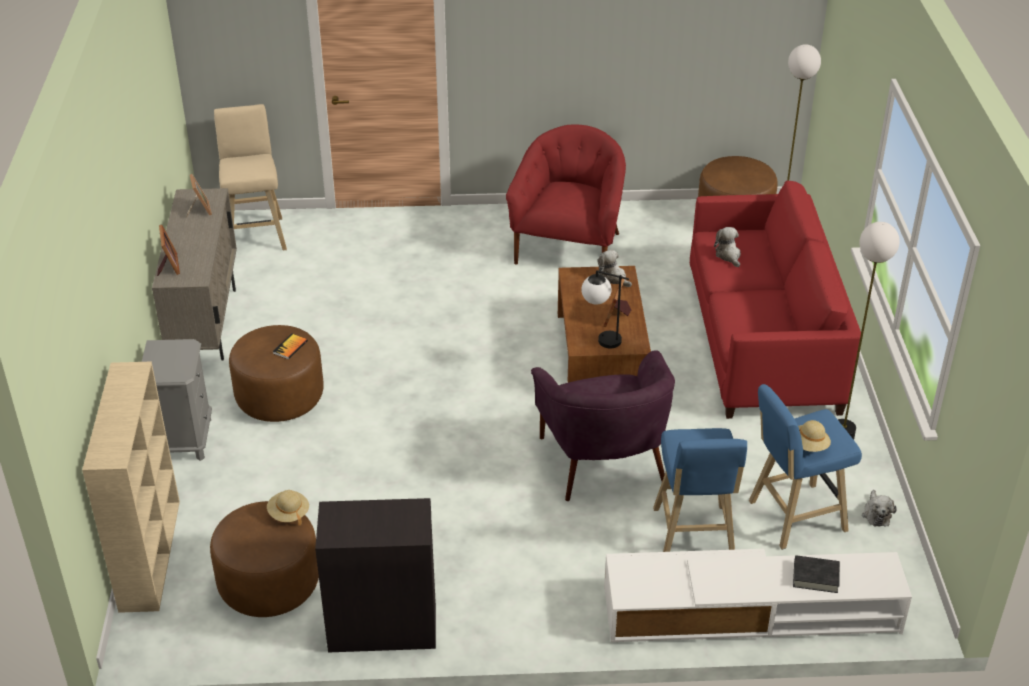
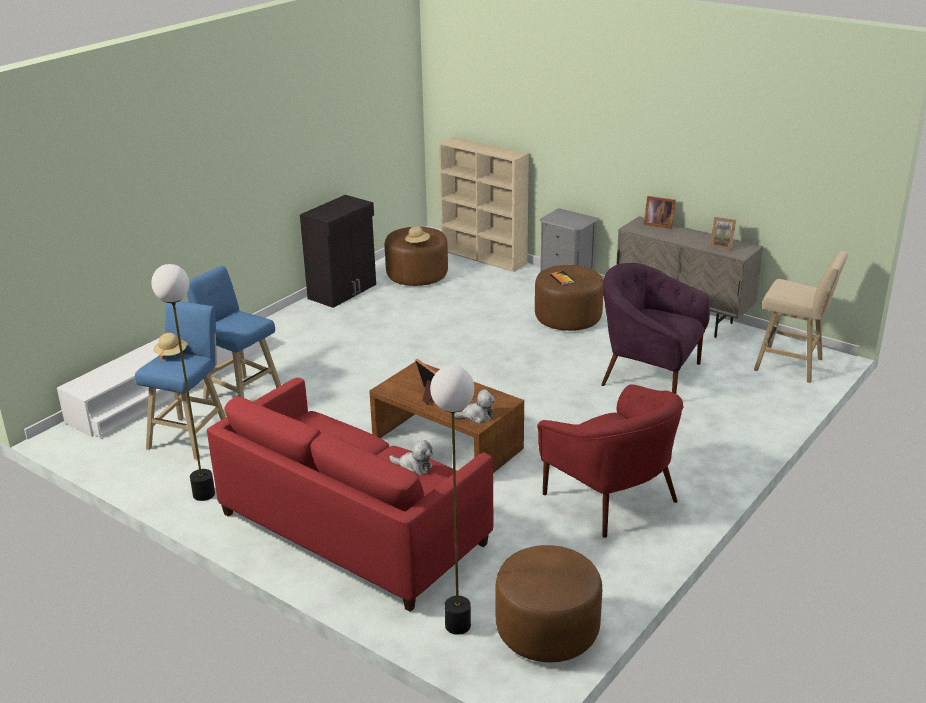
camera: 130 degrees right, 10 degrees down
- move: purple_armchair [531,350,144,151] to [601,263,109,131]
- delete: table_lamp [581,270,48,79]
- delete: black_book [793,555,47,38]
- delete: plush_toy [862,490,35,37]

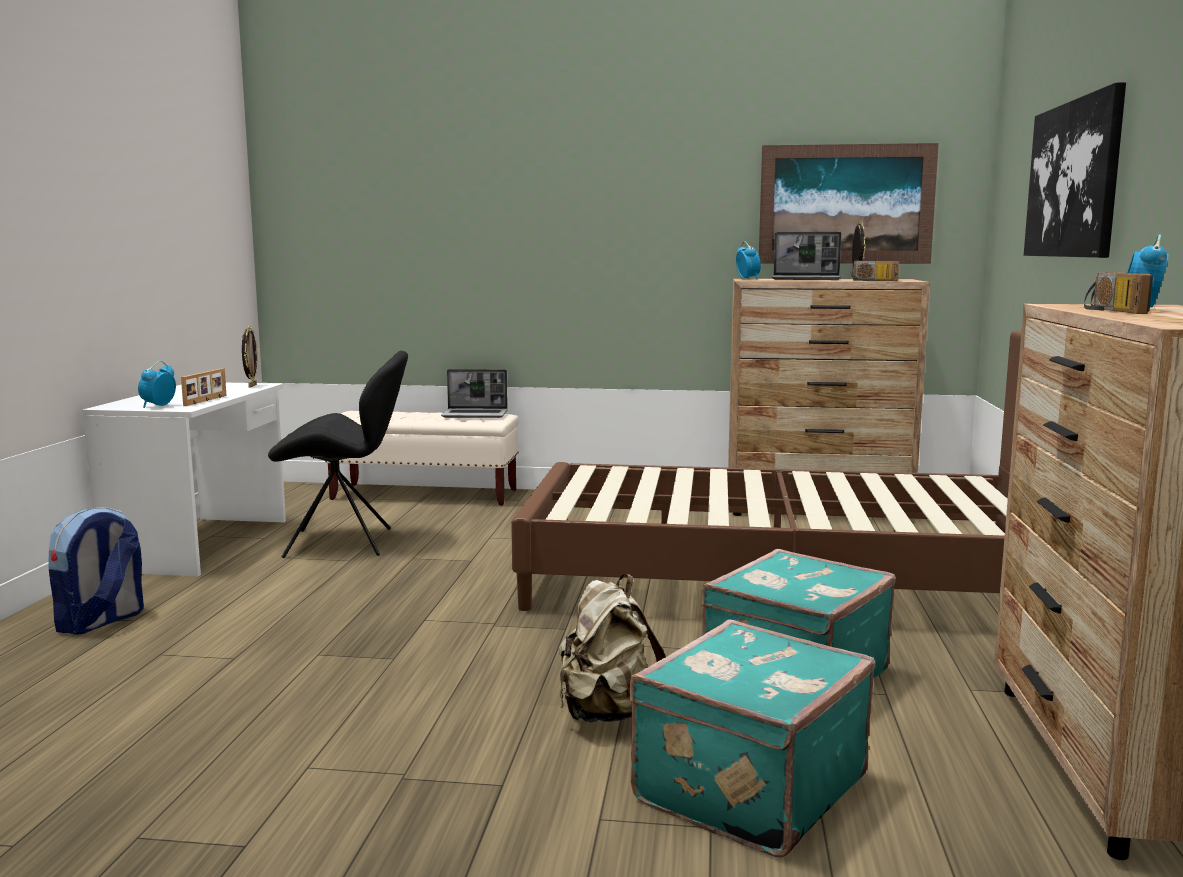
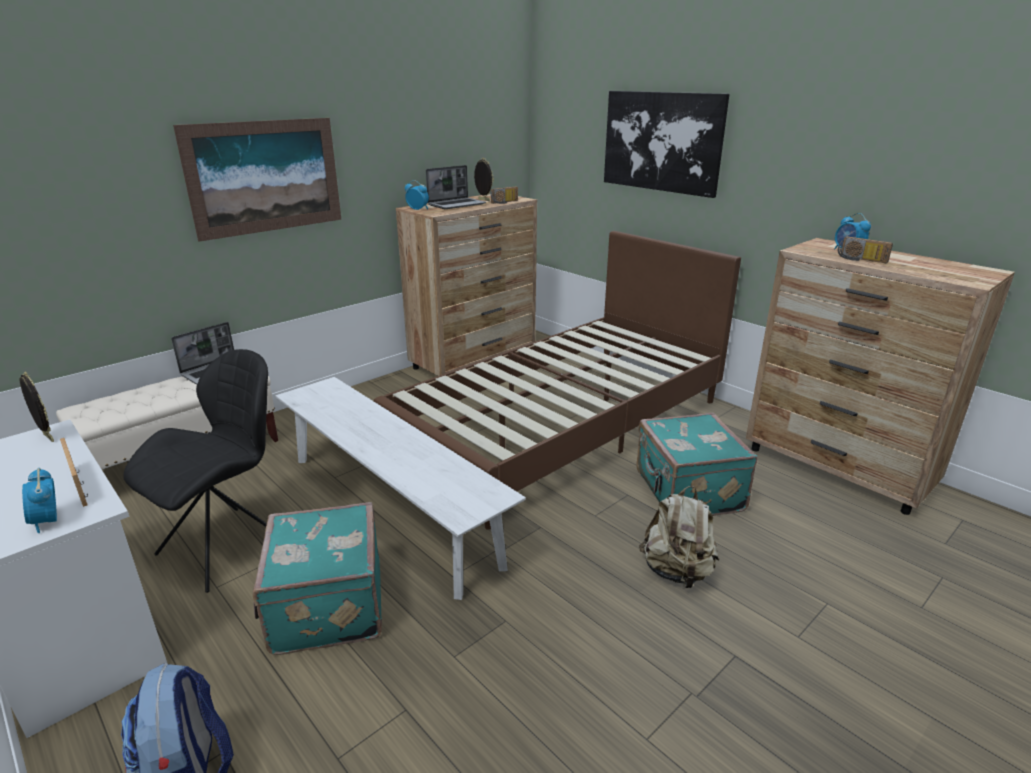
camera: 50 degrees left, 15 degrees up
- move: picture [759,143,180,121] to [173,118,168,124]
- move: turquoise_suitcase [630,619,245,238] to [253,502,129,153]
- insert: white_bench [275,377,251,223]

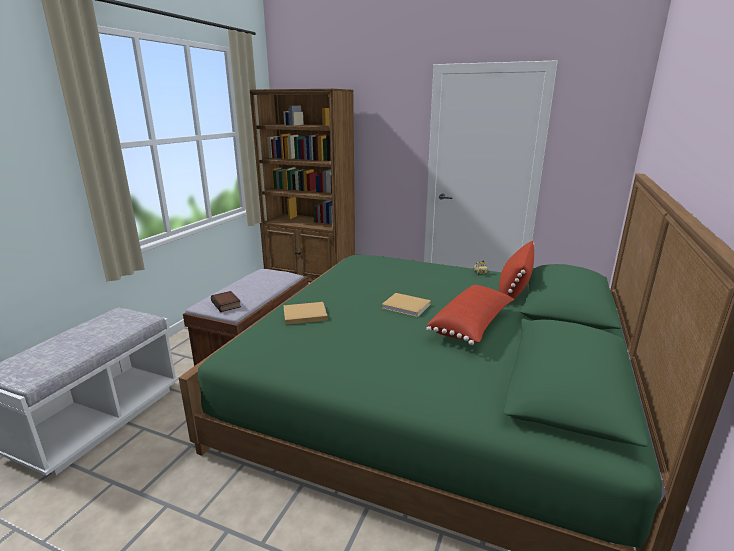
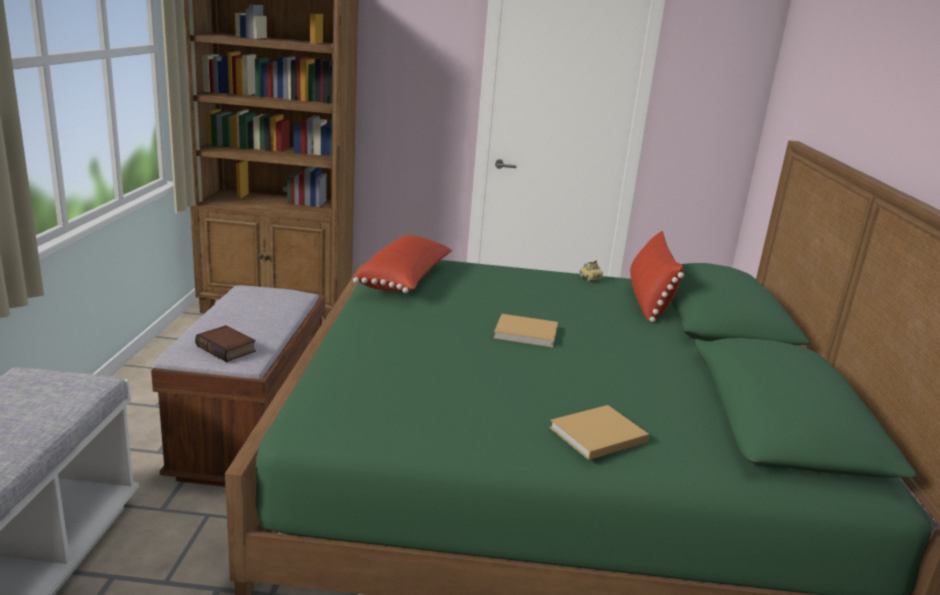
camera: 20 degrees left, 0 degrees up
- move: red_pillow [426,285,88,60] to [353,235,99,58]
- move: beige_book [283,302,45,23] to [549,405,100,55]

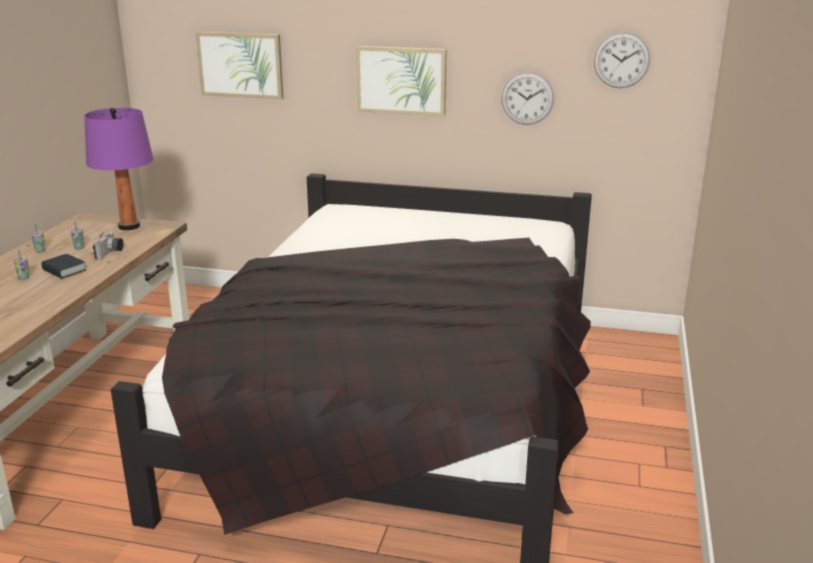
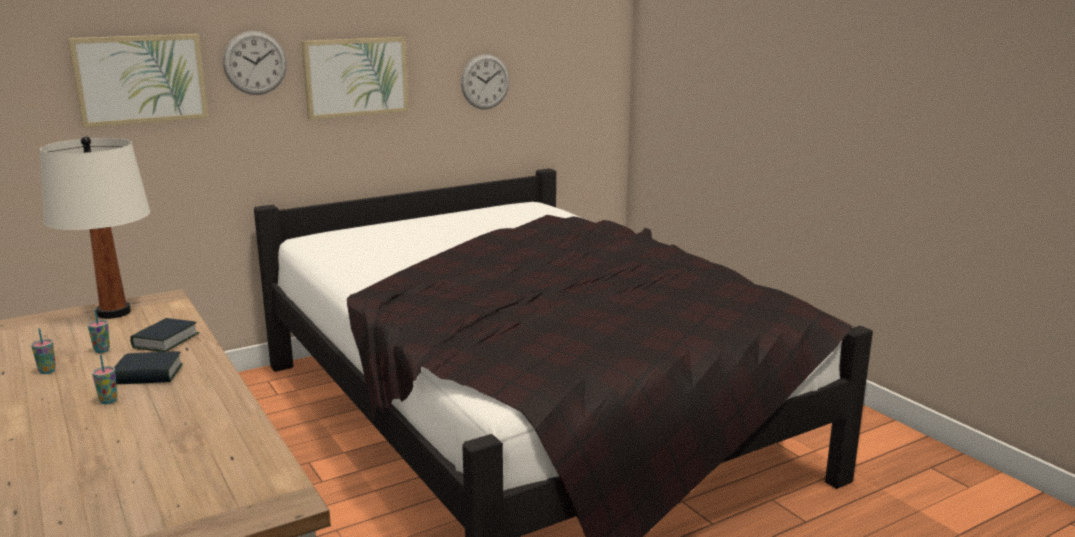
camera: 45 degrees left, 5 degrees down
- recolor: purple_table_lamp [84,108,69,122] to white_table_lamp [40,136,110,183]
- replace: photo_camera [93,232,31,27] to book [130,318,69,34]
- move: wall_clock [594,32,56,56] to [223,31,64,64]

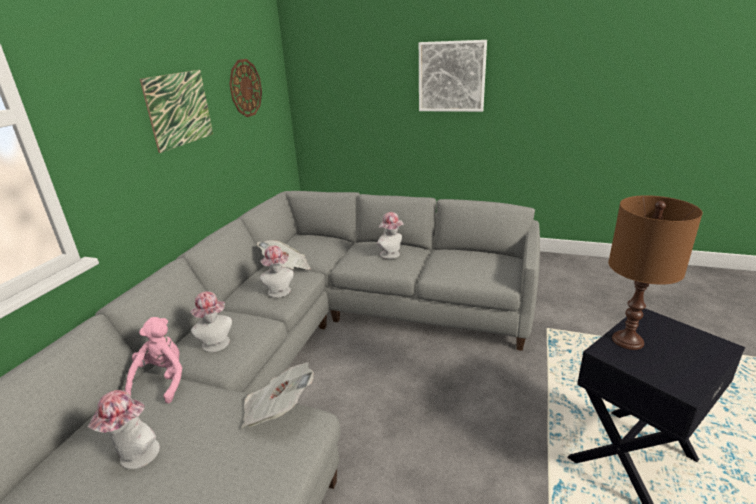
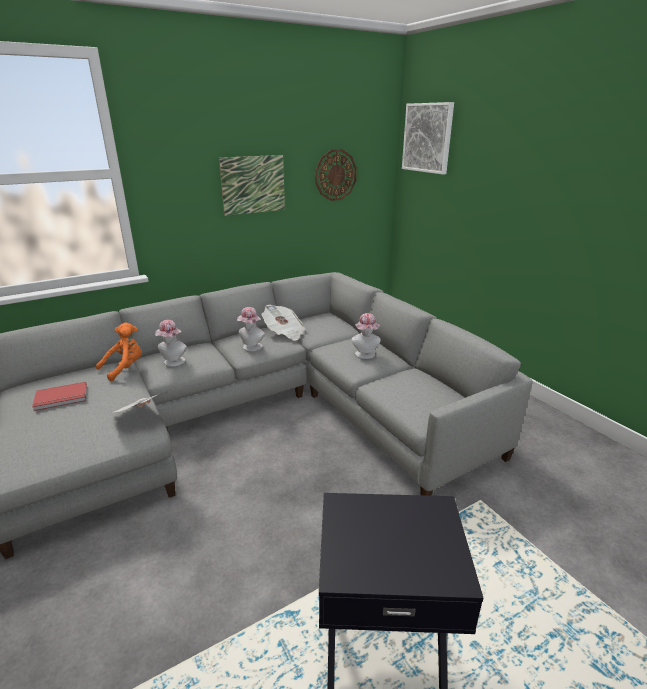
camera: 40 degrees right, 0 degrees up
- replace: hat [88,390,72,79] to red_book [32,382,55,29]
- recolor: pink_plush_toy [125,317,57,86] to orange_plush_toy [96,323,46,58]
- move: picture [419,40,68,72] to [402,102,52,73]
- delete: brown_table_lamp [608,195,95,155]

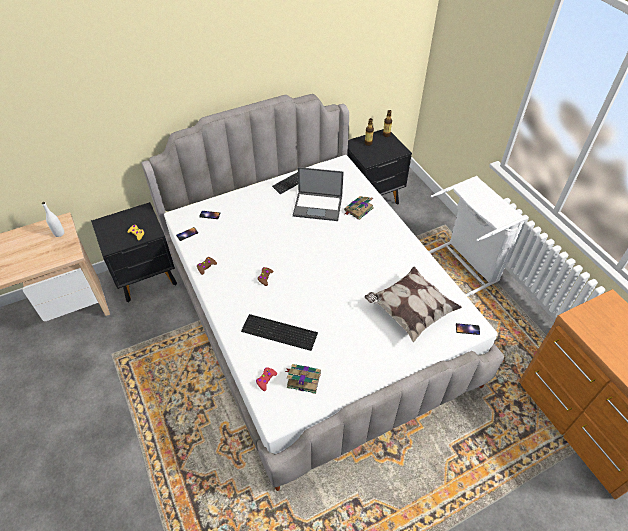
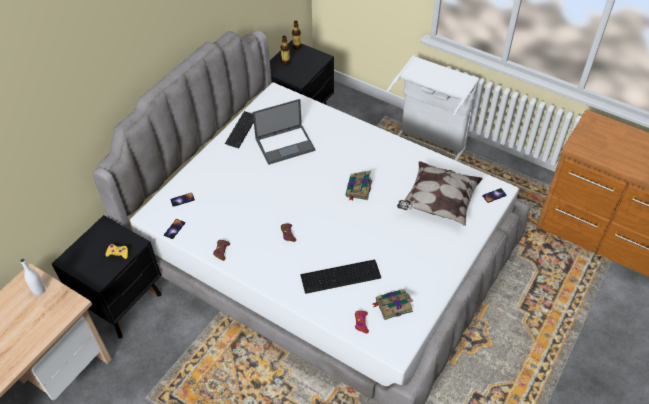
camera: 30 degrees left, 0 degrees up
- move: book [344,196,29,24] to [345,171,27,30]

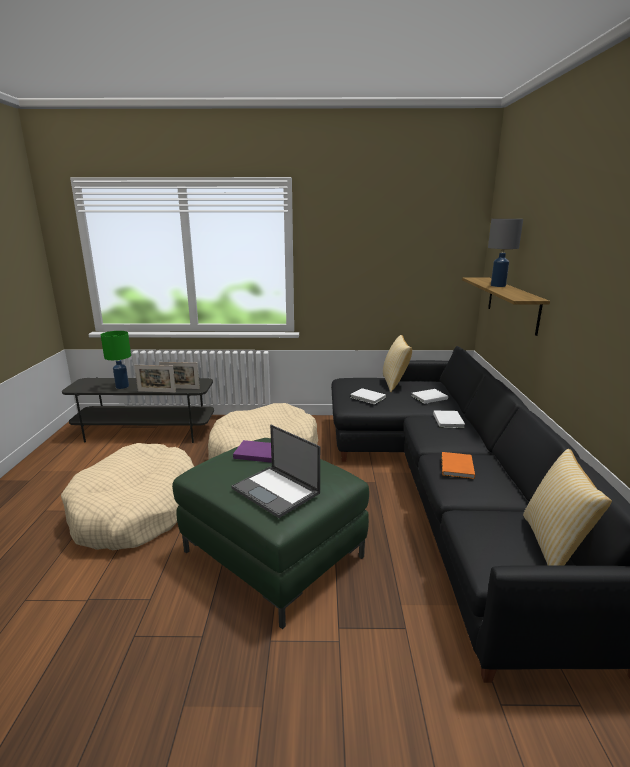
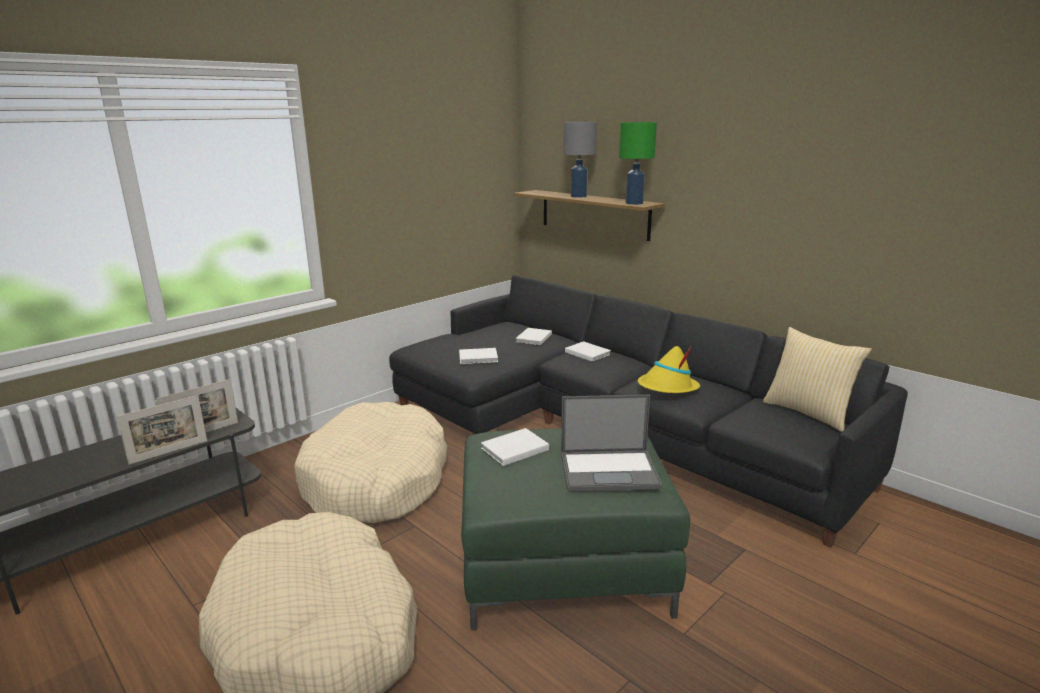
camera: 45 degrees left, 0 degrees up
- recolor: purple_book [233,440,39,23] to white_book [481,428,68,38]
- move: green_table_lamp [101,331,30,58] to [619,122,38,83]
- replace: orange_book [441,452,34,27] to yellow_hat [638,346,62,47]
- delete: pillow [383,335,29,57]

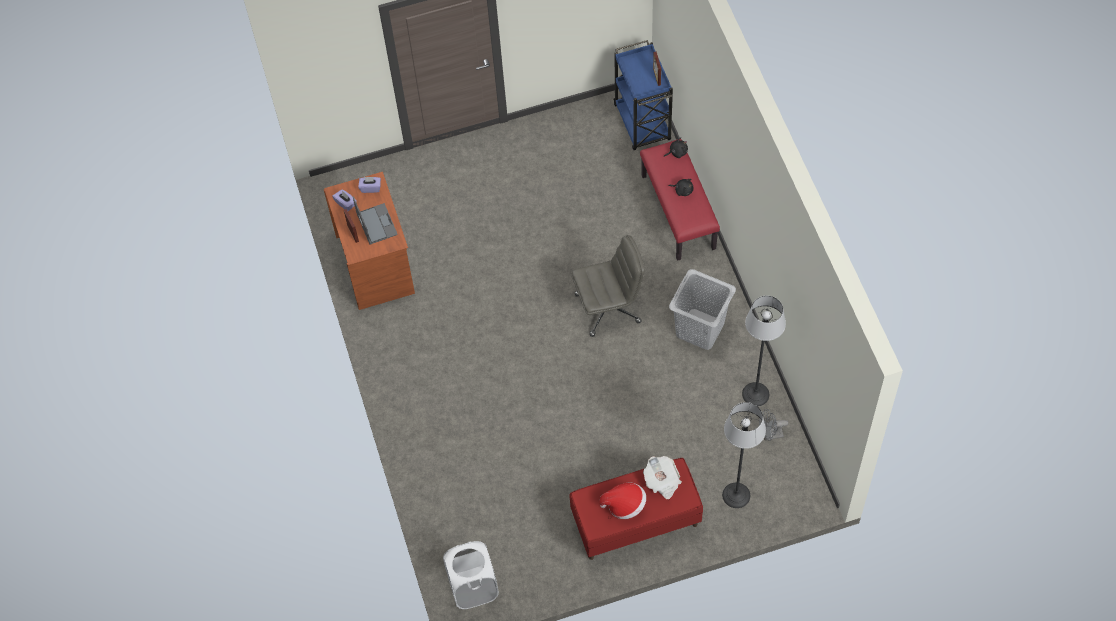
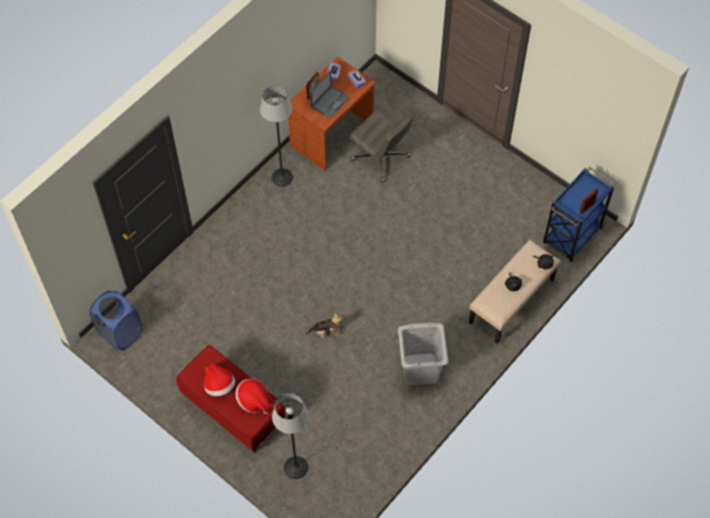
camera: 55 degrees right, 0 degrees up
- recolor: white_laundry_basket [443,541,56,68] to blue_laundry_basket [90,291,52,59]
- replace: newspaper [643,456,39,43] to hat [235,379,35,35]
- move: floor_lamp [742,296,44,110] to [260,85,33,102]
- insert: plush_toy [306,313,38,25]
- move: grey_office_chair [572,235,72,102] to [350,110,63,72]
- recolor: red_bench [640,139,80,122] to beige_bench [469,240,92,104]
- delete: grey_fan [759,409,29,32]

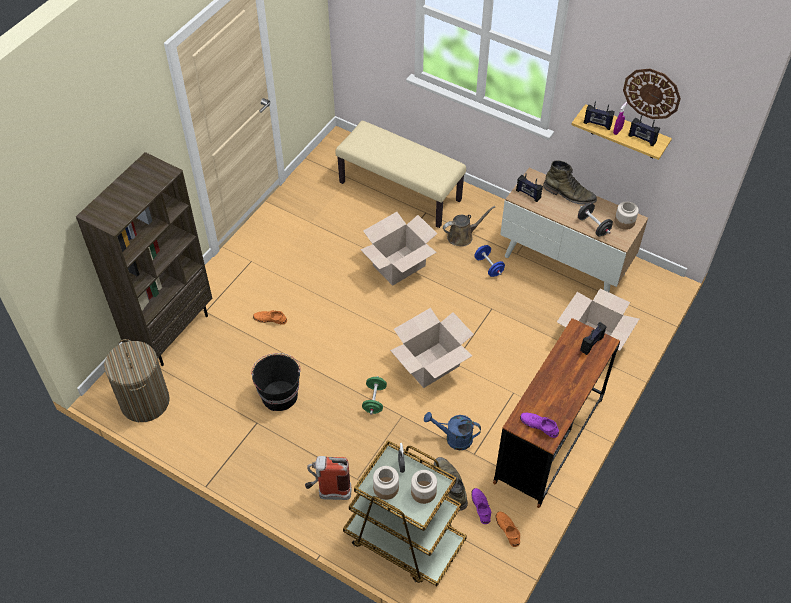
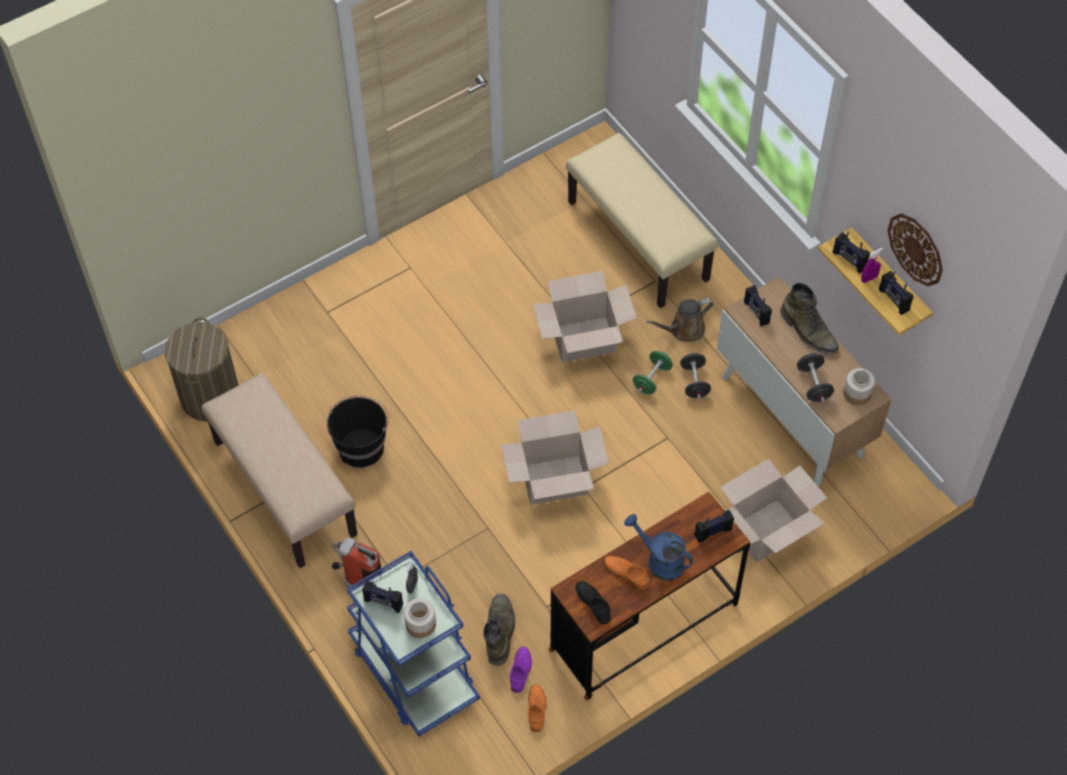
camera: 25 degrees right, 5 degrees up
- insert: beige_bench [201,373,157,195]
- recolor: brown_cart [343,440,124,146] to blue_cart [347,551,133,186]
- replace: jar [373,466,26,34] to radio [362,581,41,32]
- recolor: purple_shoe [520,413,39,25] to black_shoe [575,581,36,43]
- move: orange_shoe [253,310,34,15] to [604,556,46,33]
- move: blue_watering_can [424,412,57,38] to [624,514,69,67]
- move: green_dumbbell [362,376,25,39] to [633,351,40,43]
- rotate: brown_watering_can [443,206,52,41] = [646,298,67,44] 150 degrees clockwise
- recolor: blue_dumbbell [474,245,31,32] to black_dumbbell [680,352,31,47]
- delete: brown_bookcase [76,152,136,214]

